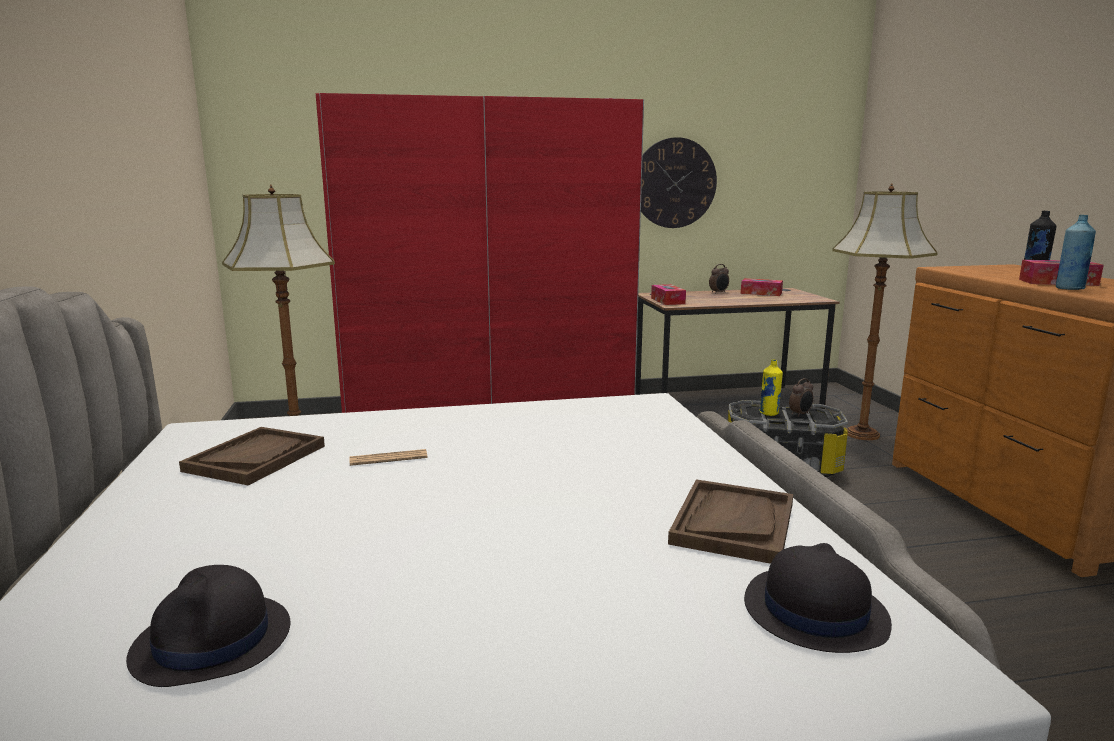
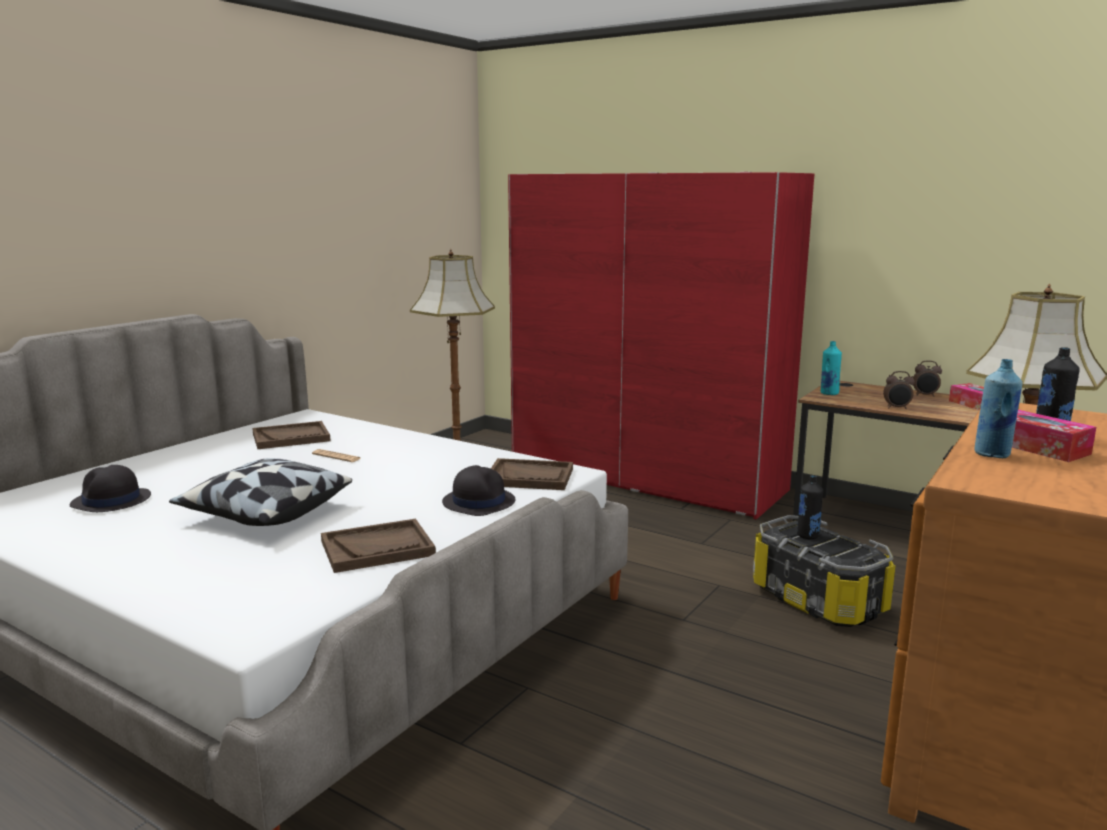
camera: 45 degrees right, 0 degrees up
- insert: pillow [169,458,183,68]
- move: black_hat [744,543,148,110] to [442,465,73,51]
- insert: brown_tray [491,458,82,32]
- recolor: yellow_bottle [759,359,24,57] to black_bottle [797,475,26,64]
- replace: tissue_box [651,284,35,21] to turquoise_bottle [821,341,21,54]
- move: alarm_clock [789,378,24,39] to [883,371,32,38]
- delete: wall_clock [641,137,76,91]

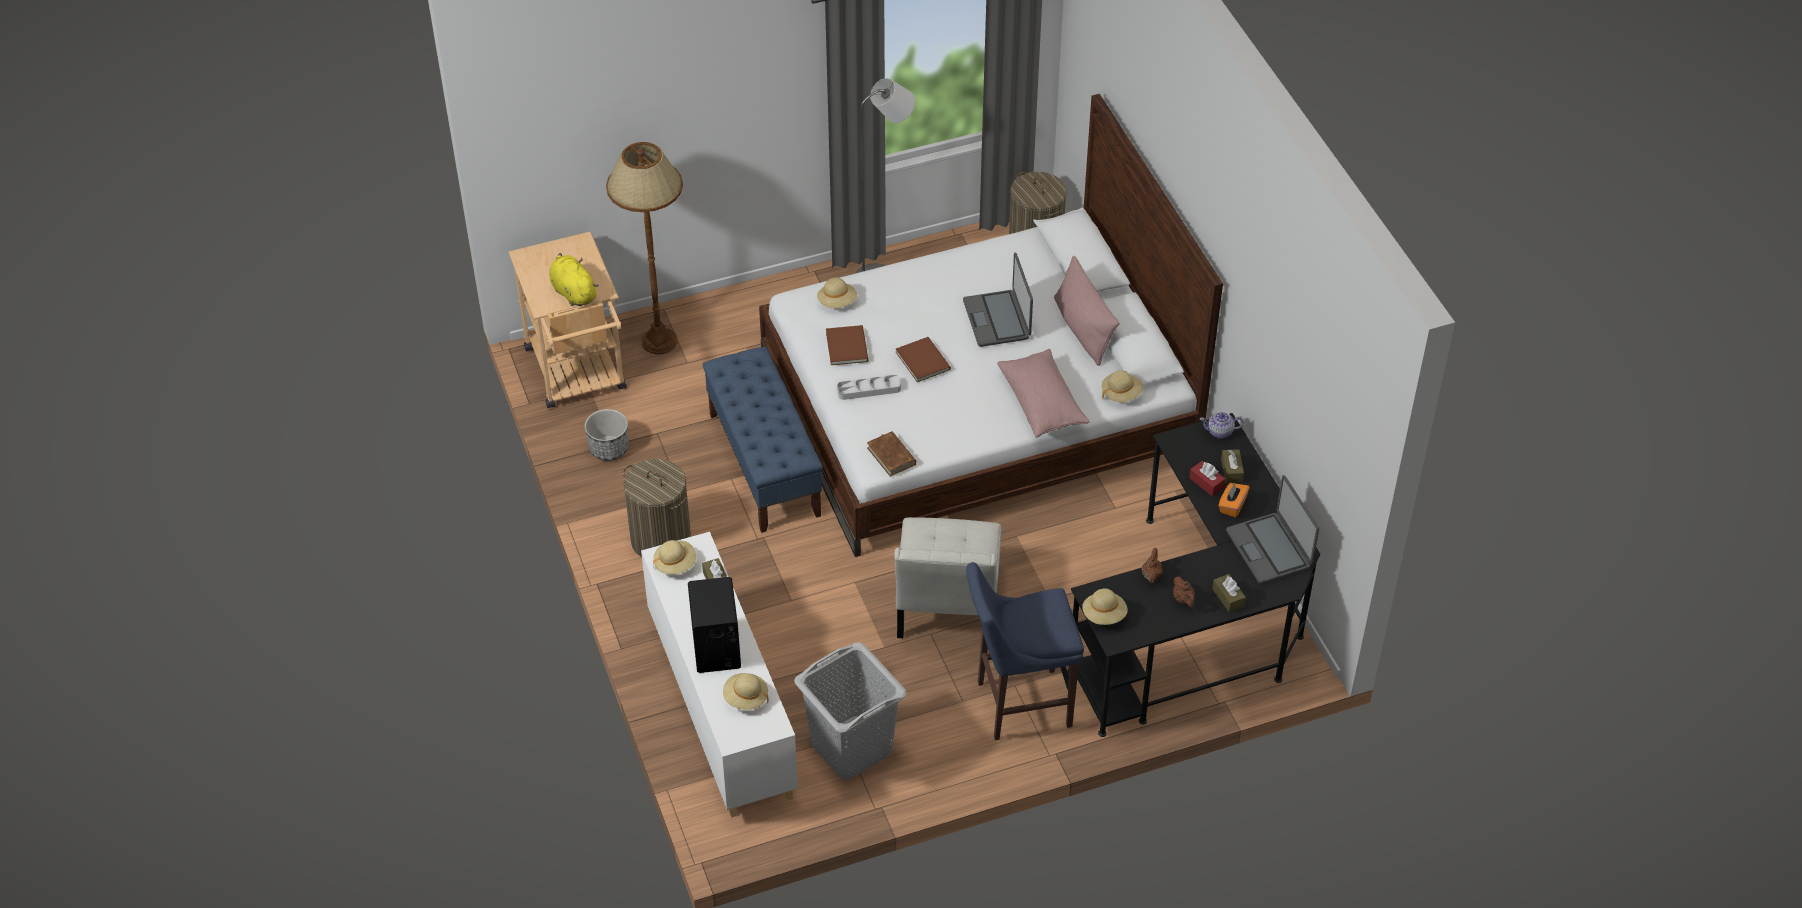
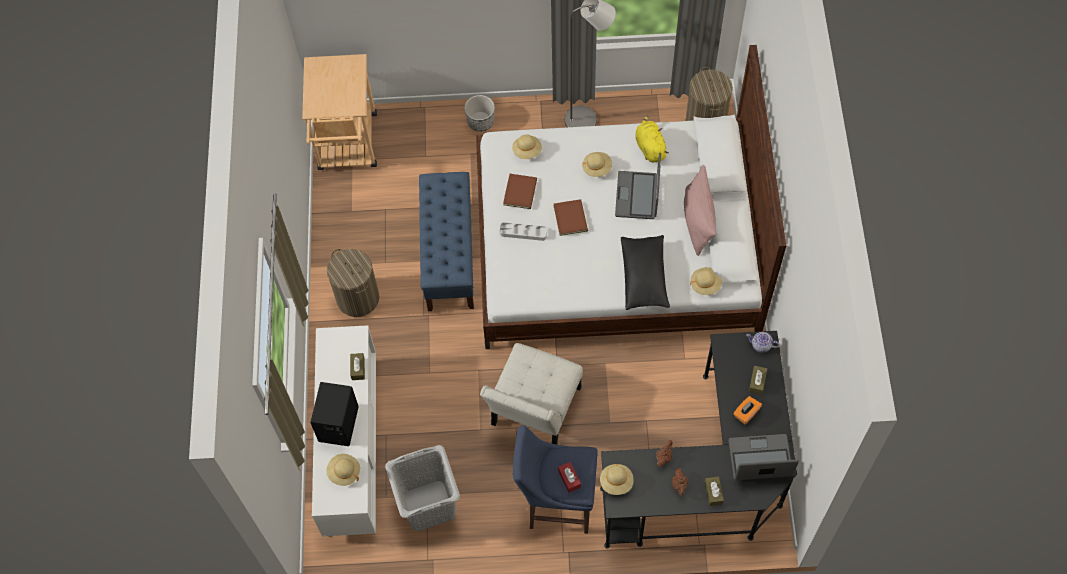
camera: 20 degrees right, 15 degrees up
- move: planter [585,409,43,52] to [464,95,31,36]
- move: red_tissue_box [1189,461,37,35] to [558,462,23,31]
- move: beige_hat [653,540,43,35] to [582,152,30,25]
- recolor: pink_pillow [997,349,93,89] to black_pillow [621,235,49,75]
- move: yellow_plush_toy [549,253,50,53] to [635,115,34,47]
- rotate: laptop [1226,475,93,109] = [728,434,71,46] 90 degrees clockwise
- delete: brown_floor_lamp [606,142,77,212]
- delete: brown_book [867,431,49,46]

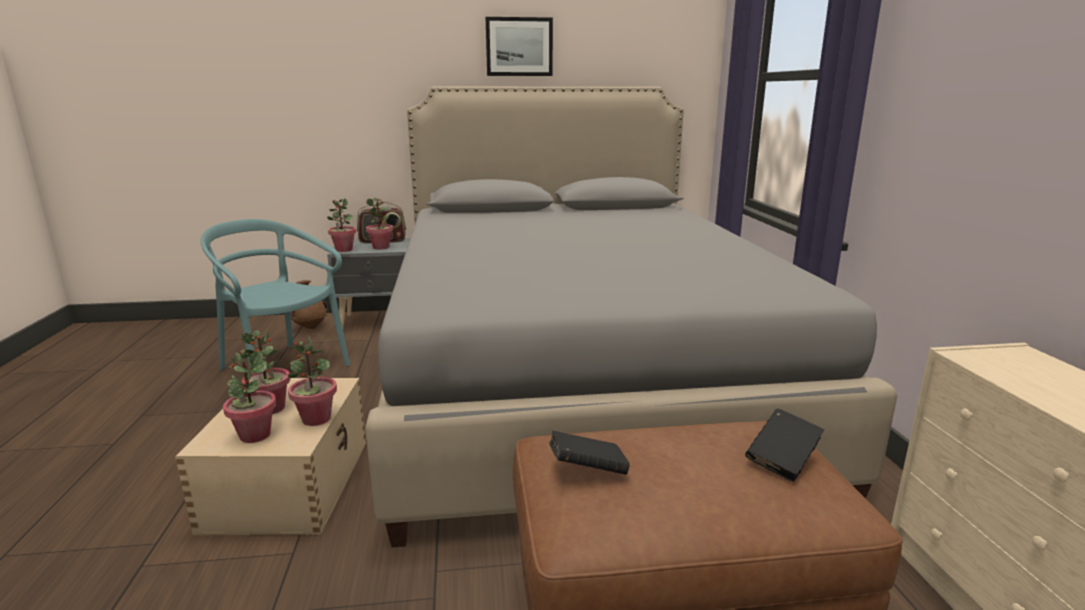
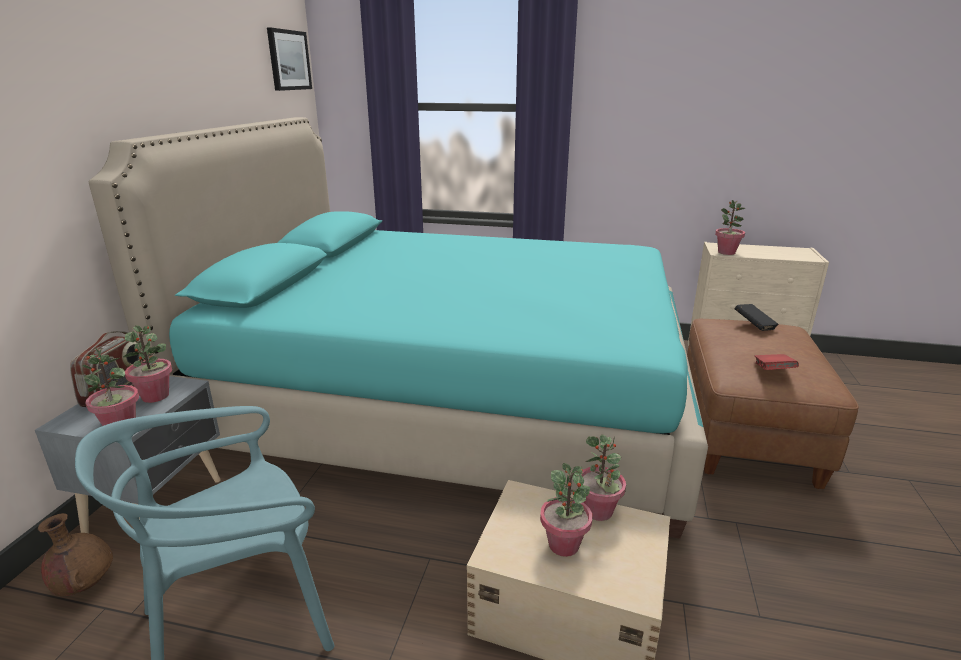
camera: 70 degrees left, 5 degrees up
- recolor: grey_bed [365,87,532,460] to turquoise_bed [89,117,619,422]
- move: picture [486,17,67,59] to [267,28,45,63]
- move: potted_plant [223,350,53,93] to [715,200,30,55]
- recolor: black_book [549,431,80,44] to red_book [755,354,44,16]

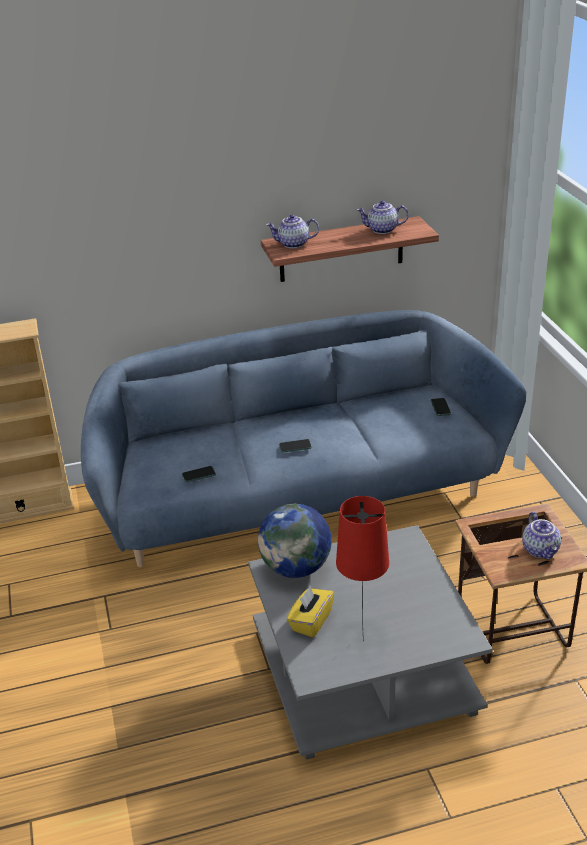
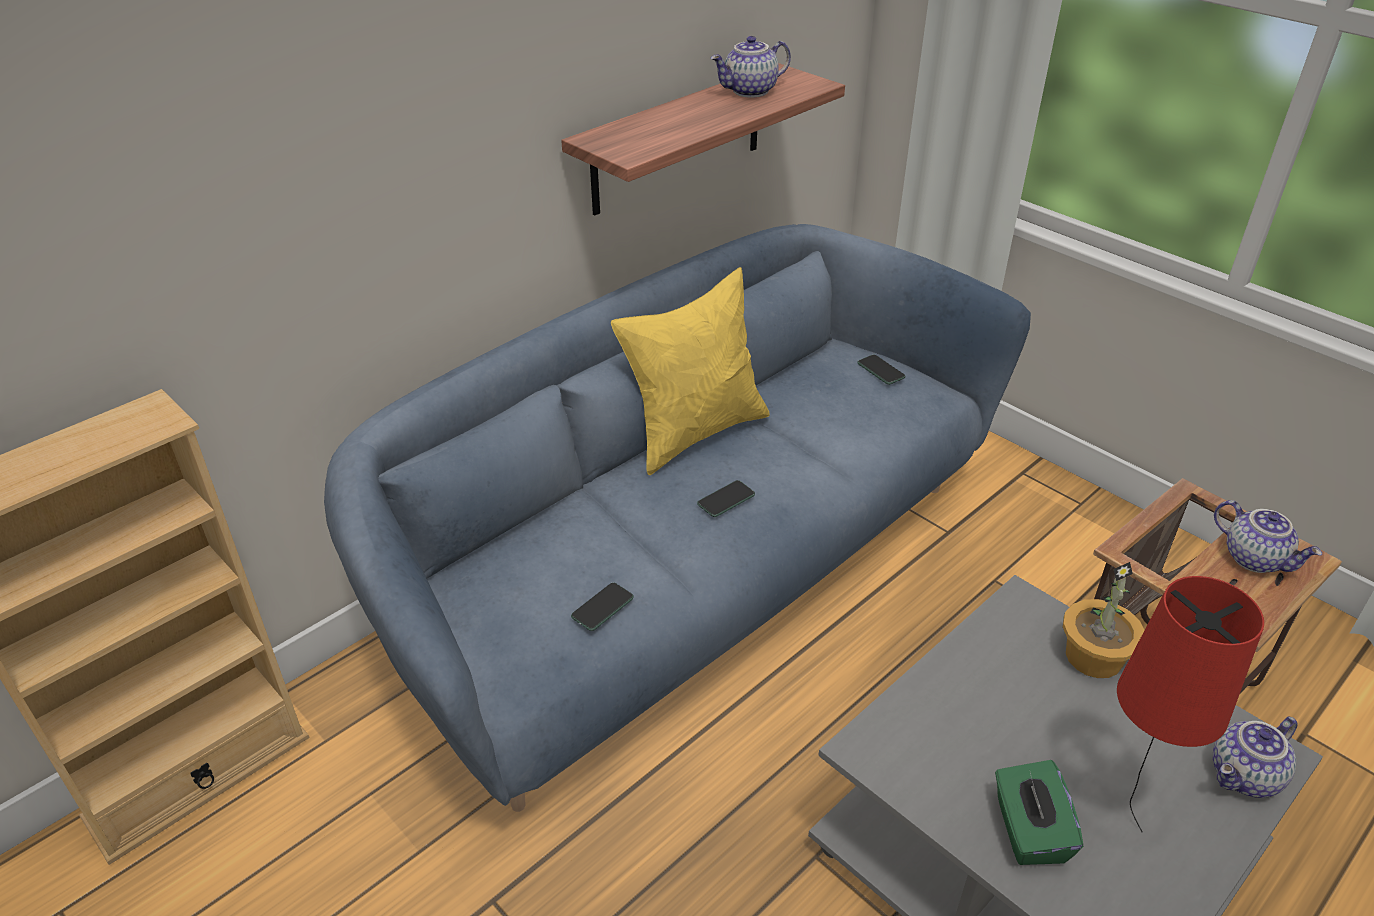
camera: 30 degrees left, 5 degrees up
- insert: yellow_pillow [611,267,159,208]
- recolor: yellow_tissue_box [287,586,47,51] to green_tissue_box [995,760,88,105]
- insert: potted_plant [1063,562,81,116]
- move: teapot [266,214,53,35] to [1213,717,85,81]
- delete: globe [258,504,74,74]

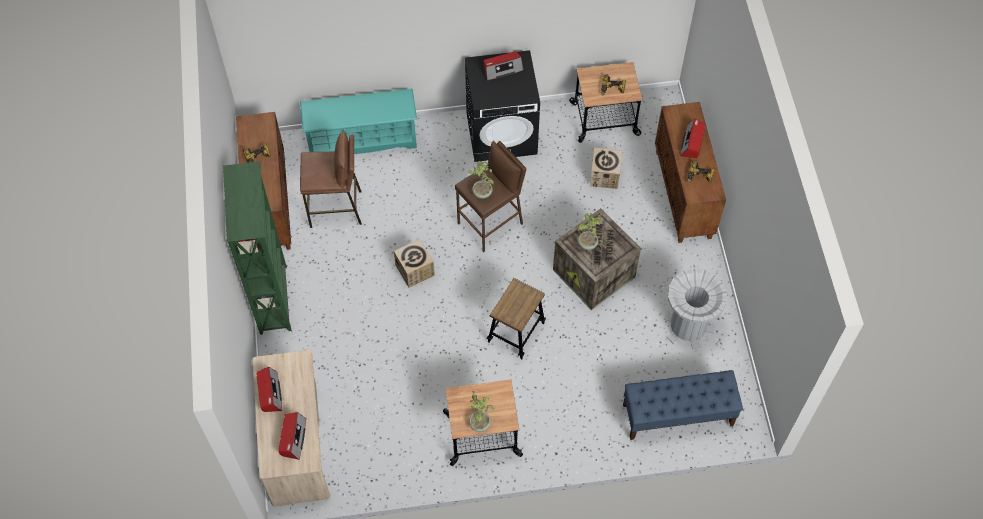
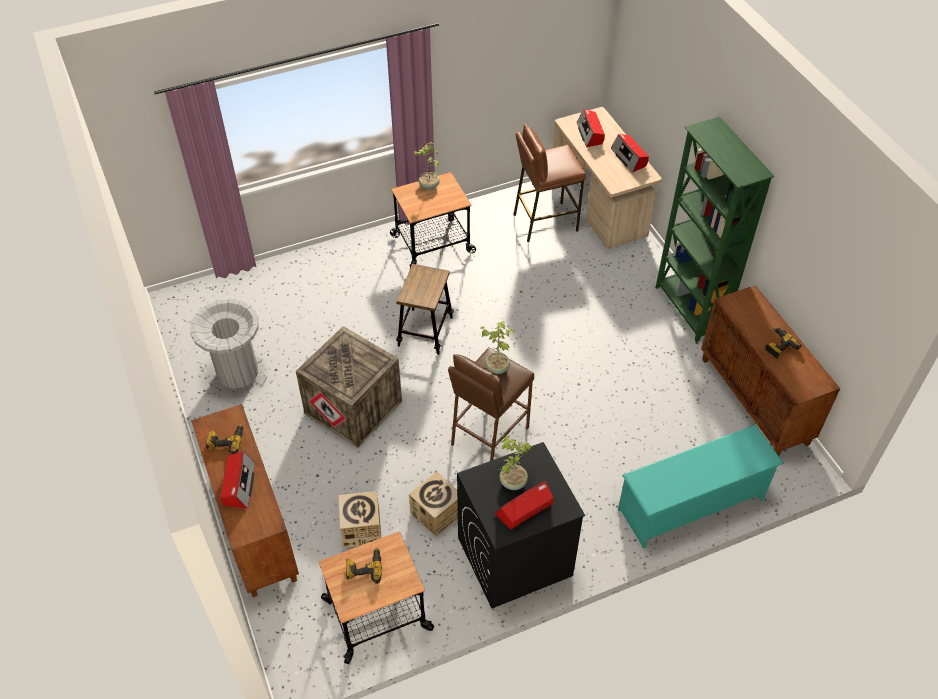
camera: 165 degrees right, 10 degrees down
- move: cardboard_box [394,239,41,49] to [409,472,49,64]
- move: potted_plant [578,213,25,37] to [498,436,34,54]
- move: brown_stool [300,130,62,98] to [513,124,73,118]
- delete: blue_bench [623,370,120,70]

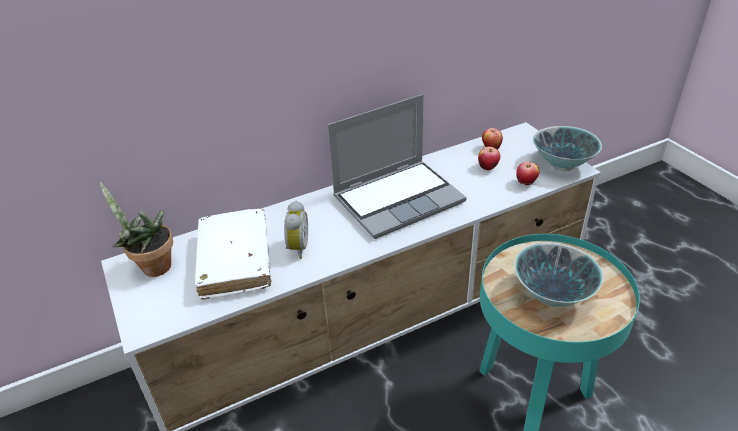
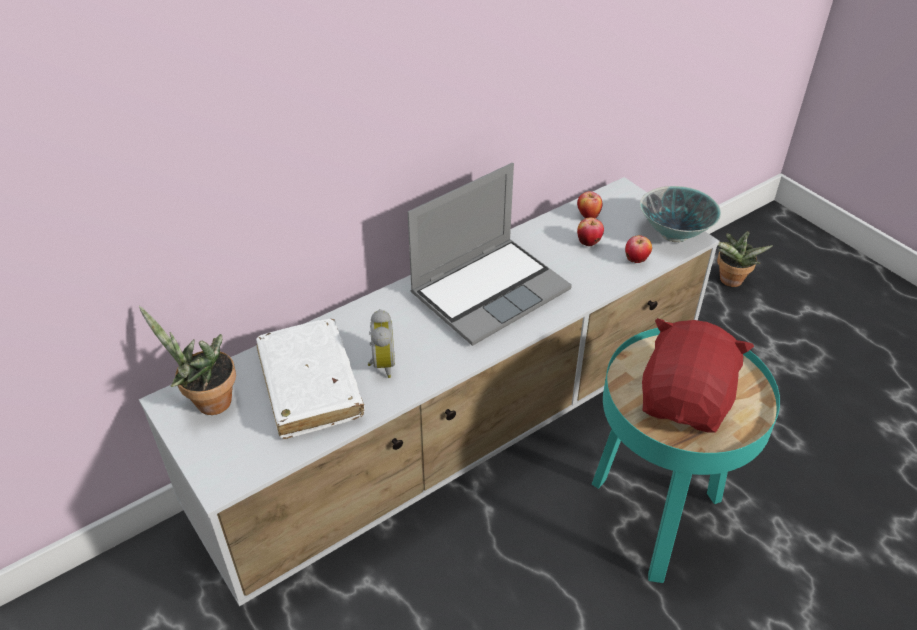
camera: 10 degrees left, 5 degrees up
- replace: bowl [514,242,89,65] to red_plush_toy [642,318,112,115]
- insert: potted_plant [717,231,56,56]

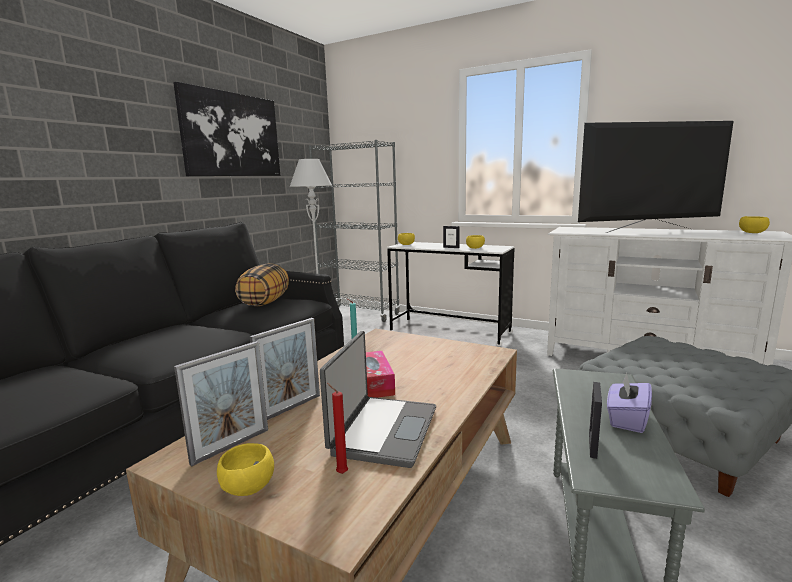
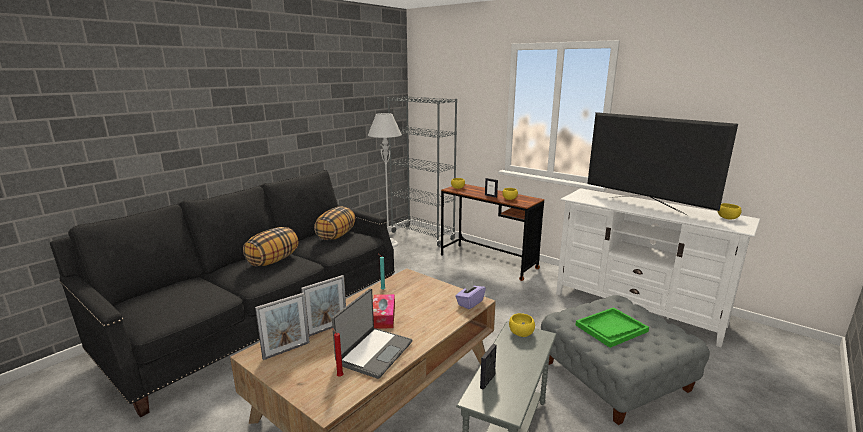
camera: 10 degrees right, 5 degrees up
- insert: pillow [243,227,56,39]
- recolor: white_desk [387,242,128,104] to brown_desk [441,184,103,97]
- move: purple_tissue_box [607,372,45,61] to [455,281,31,28]
- move: yellow_bowl [217,443,57,53] to [509,313,26,24]
- insert: green_tray [576,307,73,41]
- rotate: television [578,121,156,112] = [587,112,151,103] 135 degrees counterclockwise
- delete: picture [173,82,107,94]

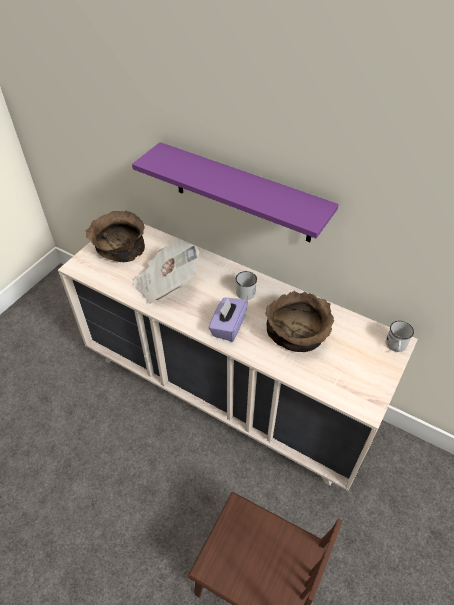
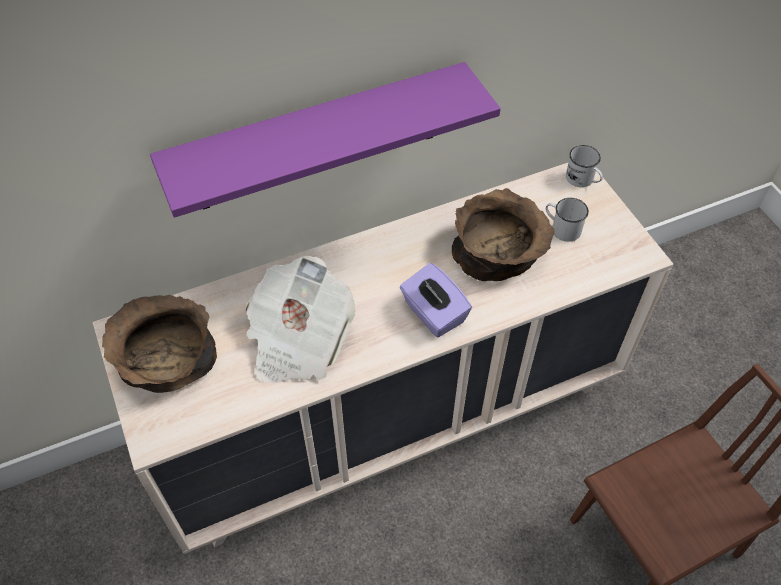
camera: 55 degrees left, 5 degrees up
- move: white_mug [236,271,21,29] to [546,198,43,44]

